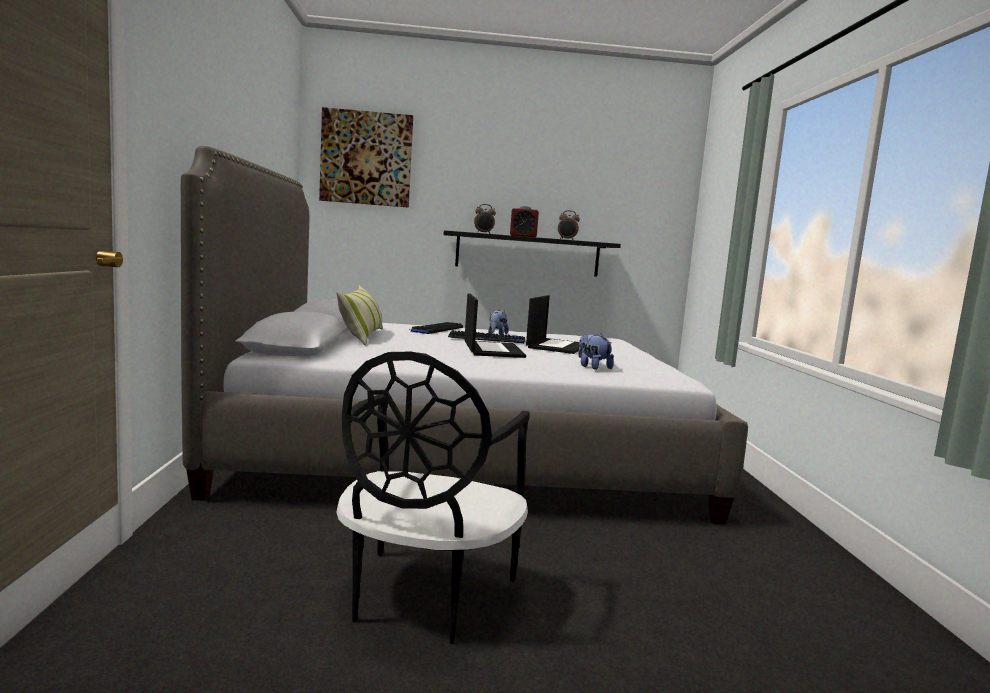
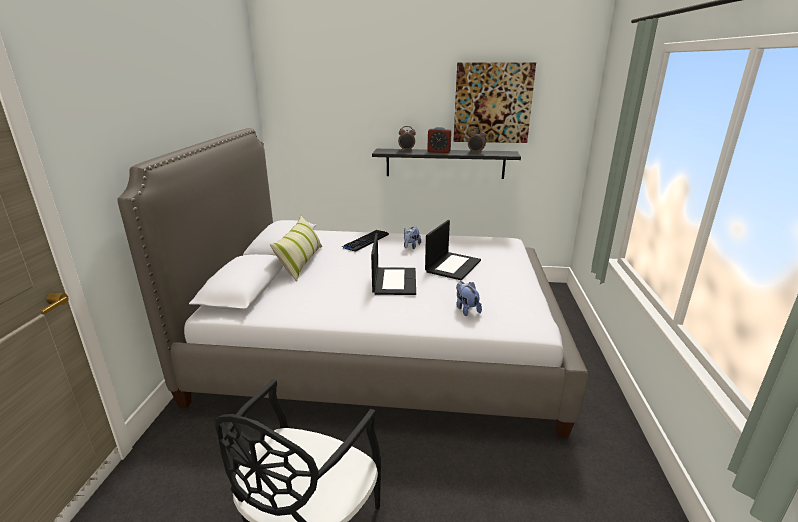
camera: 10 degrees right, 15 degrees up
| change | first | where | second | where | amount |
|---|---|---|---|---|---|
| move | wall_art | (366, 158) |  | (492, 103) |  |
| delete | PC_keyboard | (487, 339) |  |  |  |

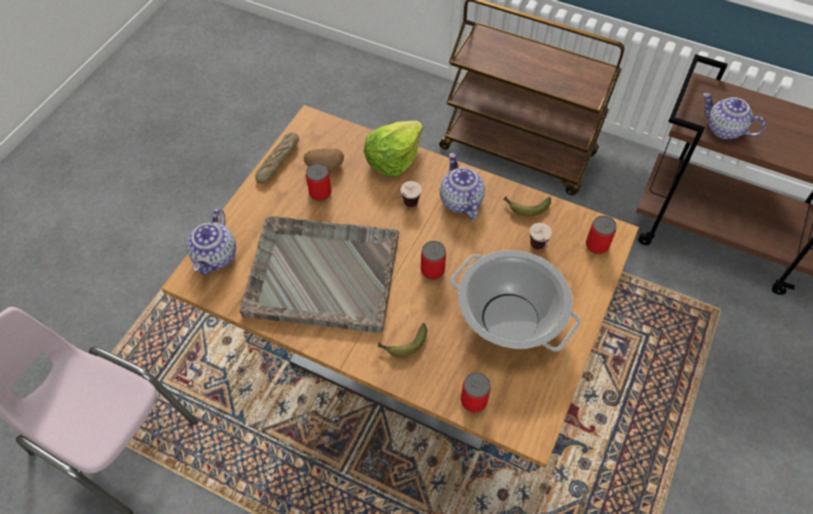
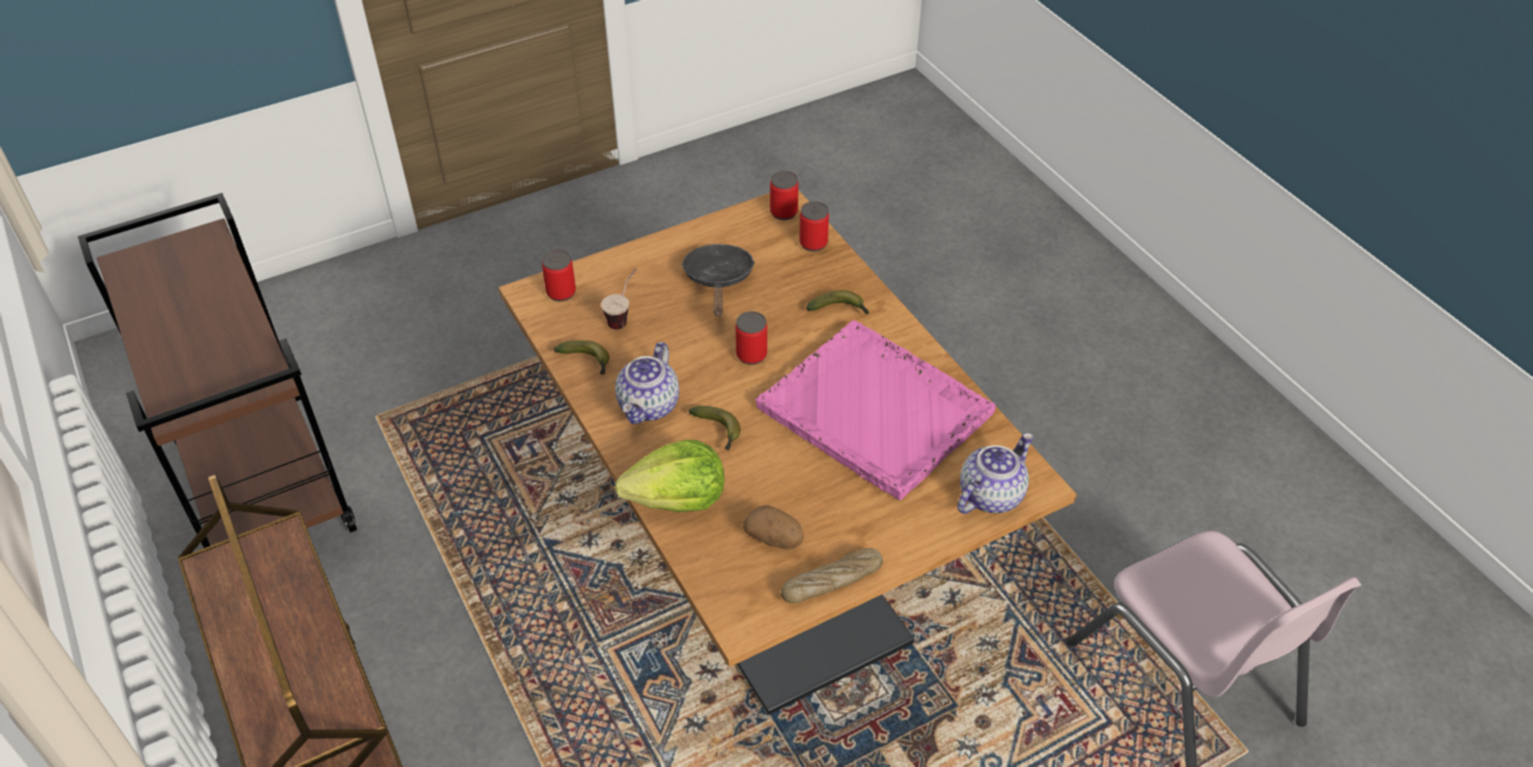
camera: 145 degrees left, 10 degrees down
| change | first | where | second | where | amount |
|---|---|---|---|---|---|
| recolor | grey_tray | (321, 274) | pinkish_tray | (876, 412) |  |
| move | can | (320, 193) |  | (783, 212) |  |
| replace | cup | (406, 207) | banana_fruit | (718, 431) |  |
| replace | stockpot | (509, 319) | black-coloured_pan | (718, 280) |  |
| delete | pot_for_tea | (723, 129) |  |  |  |

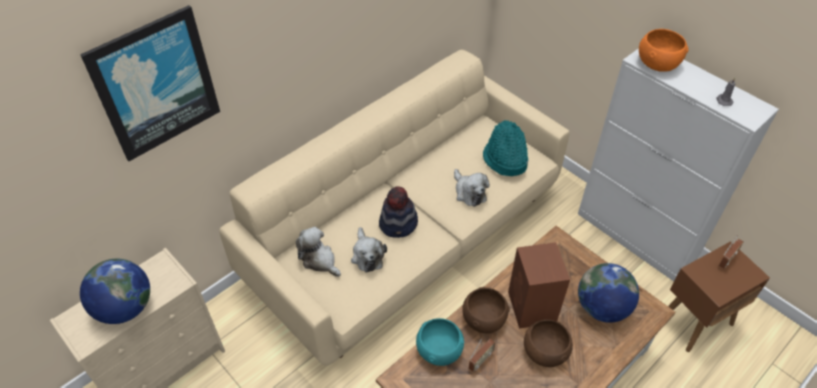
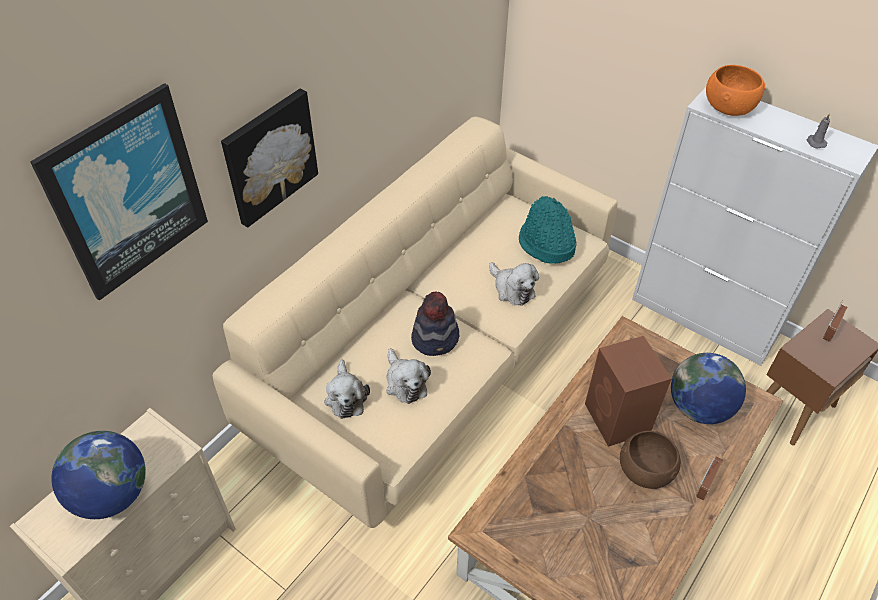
camera: 10 degrees left, 0 degrees up
| change | first | where | second | where | amount |
|---|---|---|---|---|---|
| rotate | cuddly_toy | (319, 260) |  | (346, 396) | 135 degrees counterclockwise |
| delete | blue-green_bowl | (439, 350) |  |  |  |
| delete | brownish_bowl | (483, 319) |  |  |  |
| move | radio_set | (480, 361) |  | (704, 485) |  |
| insert |  |  | wall_art | (269, 156) |  |

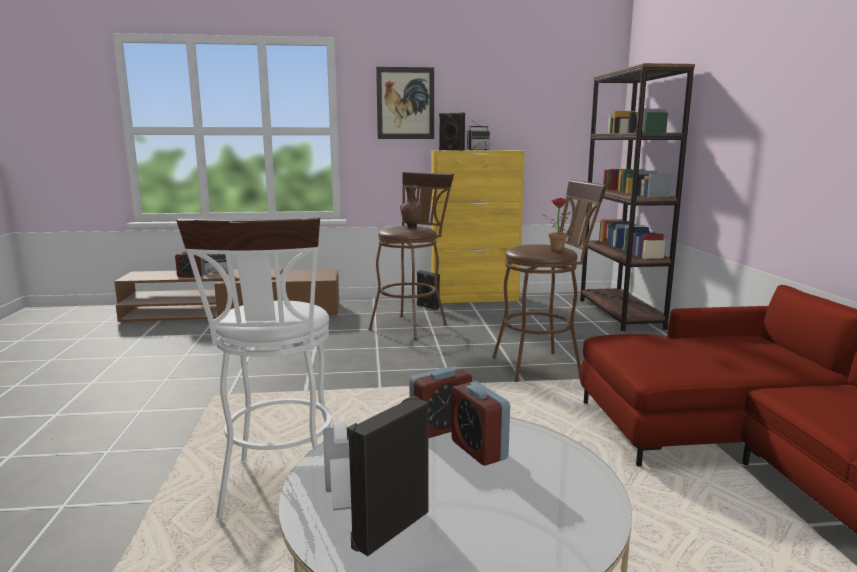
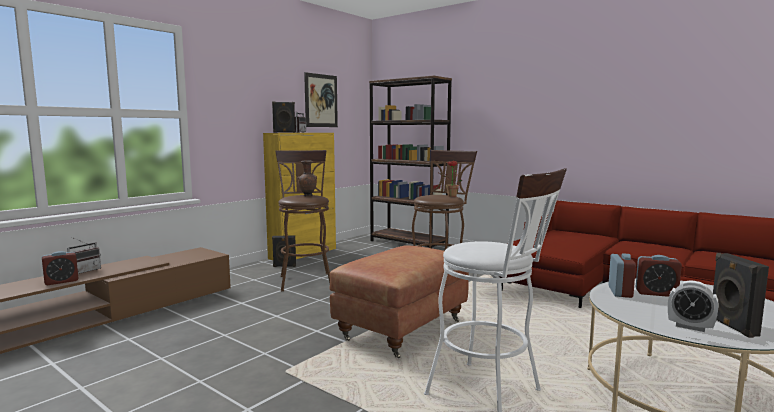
camera: 45 degrees left, 5 degrees down
| change | first | where | second | where | amount |
|---|---|---|---|---|---|
| move | wall_art | (405, 103) |  | (321, 100) |  |
| insert |  |  | brownish_footrest | (402, 329) |  |

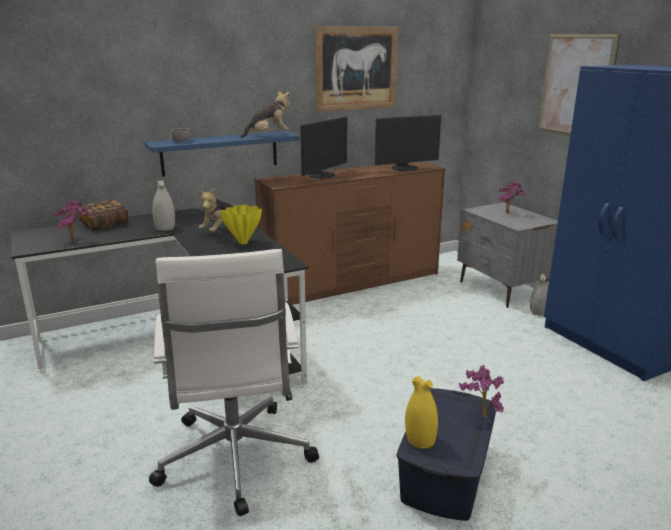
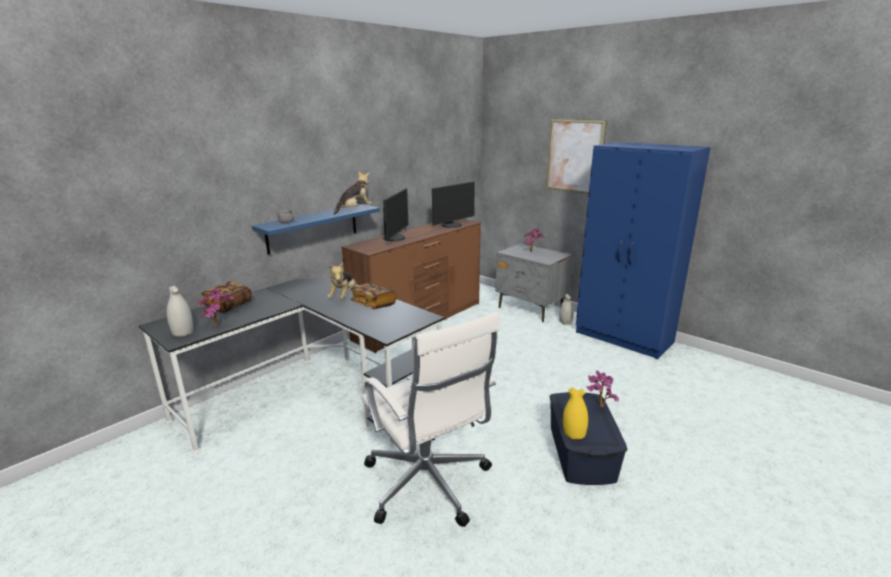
camera: 20 degrees left, 0 degrees up
| change | first | where | second | where | amount |
|---|---|---|---|---|---|
| move | white_vase | (165, 228) |  | (183, 332) |  |
| replace | yellowish_vase | (244, 242) | bound_book | (373, 304) |  |
| delete | wall_art | (356, 68) |  |  |  |

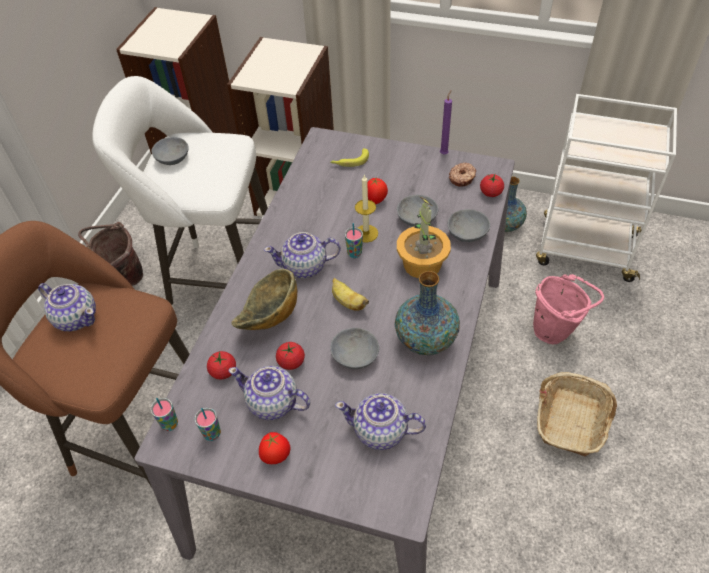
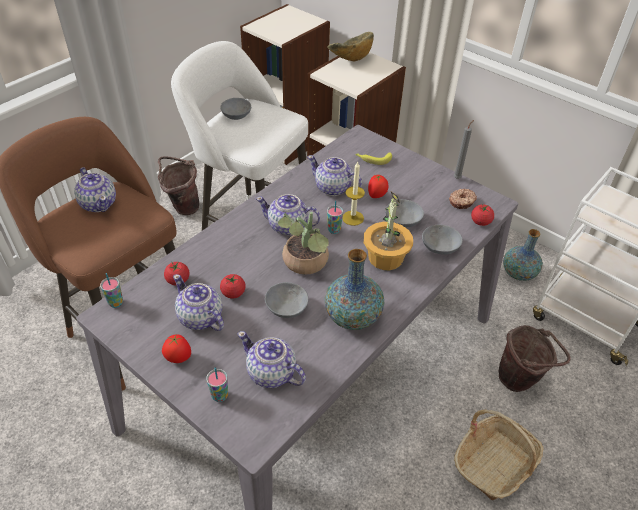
camera: 20 degrees right, 5 degrees down
| change | first | where | second | where | amount |
|---|---|---|---|---|---|
| move | cup | (212, 434) |  | (220, 396) |  |
| move | bowl | (269, 318) |  | (350, 60) |  |
| replace | banana_fruit | (348, 302) | houseplant | (305, 265) |  |
| recolor | purple-coloured_candle | (444, 153) | grey_candle | (458, 178) |  |
| recolor | pinkish_water_bucket | (555, 331) | brownish_water_bucket | (520, 381) |  |
| insert |  |  | pot_for_tea | (333, 188) |  |

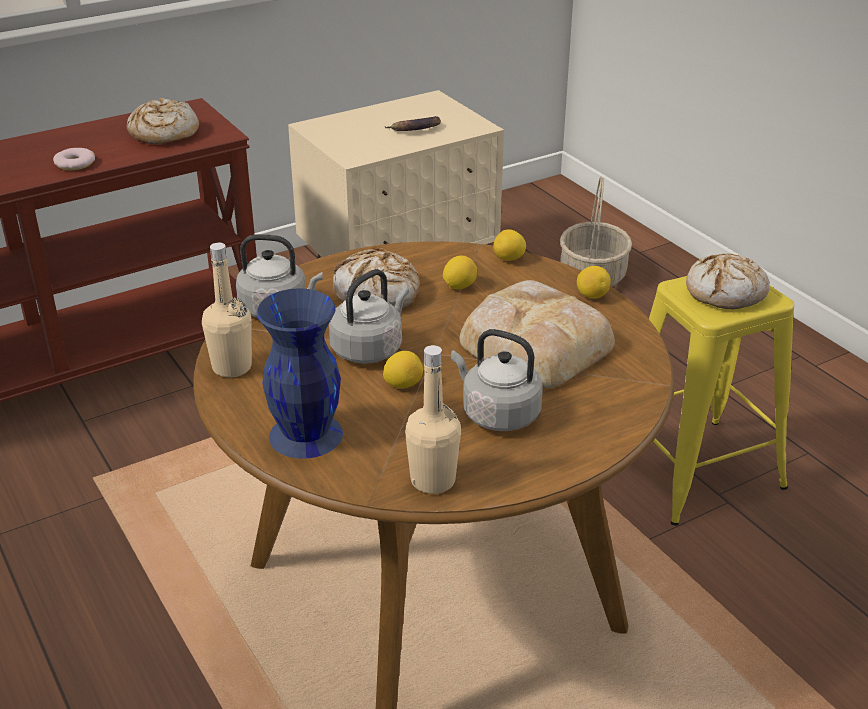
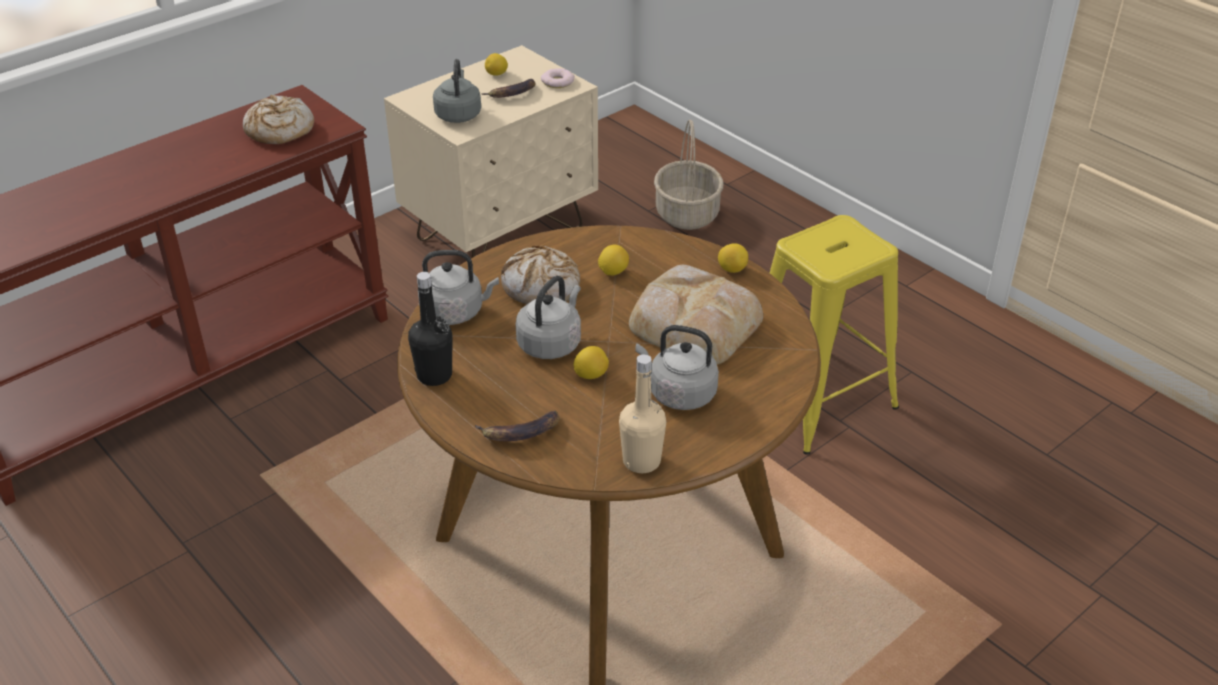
camera: 10 degrees left, 5 degrees up
| change | first | where | second | where | amount |
|---|---|---|---|---|---|
| move | doughnut | (74, 163) |  | (557, 82) |  |
| recolor | sand-coloured_drink_bottle | (232, 367) | black-coloured_drink_bottle | (434, 375) |  |
| replace | blue-coloured_vase | (304, 435) | banana_fruit | (520, 433) |  |
| move | lemon | (509, 259) |  | (496, 74) |  |
| delete | baked_bread | (726, 292) |  |  |  |
| insert |  |  | grey_kettle | (458, 114) |  |

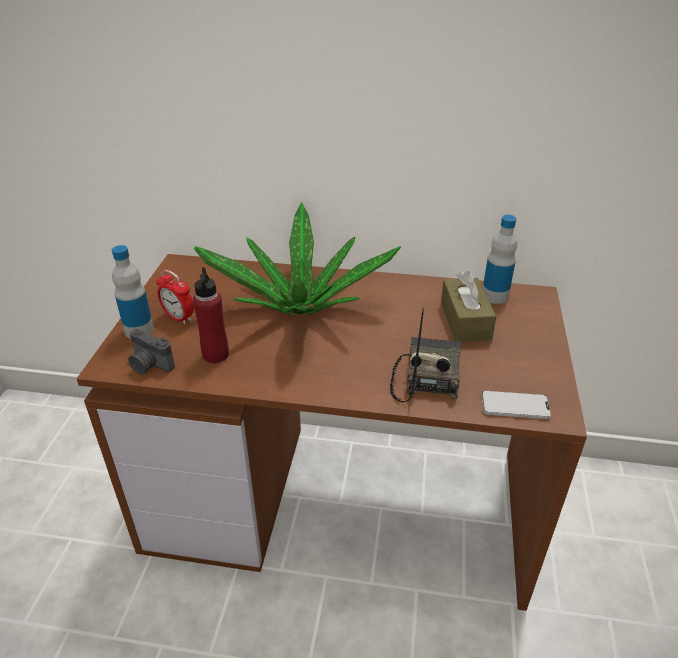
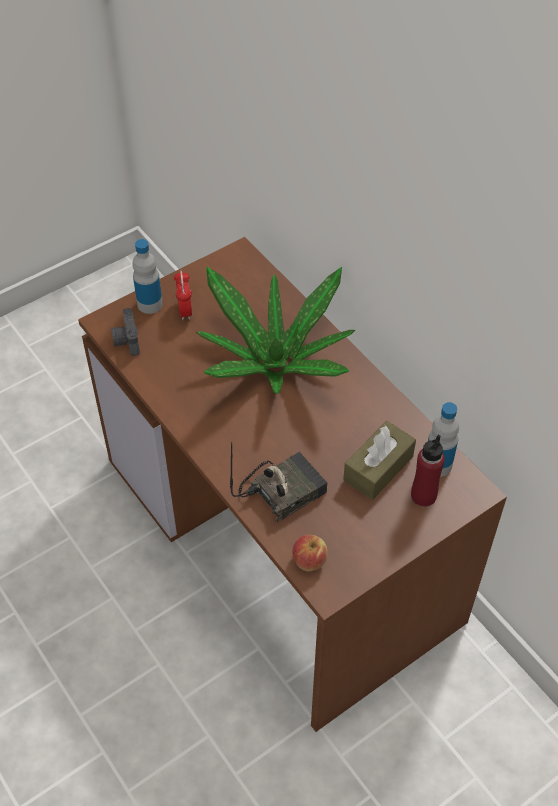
camera: 45 degrees right, 15 degrees up
| change | first | where | second | where | amount |
|---|---|---|---|---|---|
| move | red-coloured_drink_bottle | (215, 354) |  | (423, 495) |  |
| replace | phone | (515, 406) | apple_fruit | (309, 560) |  |

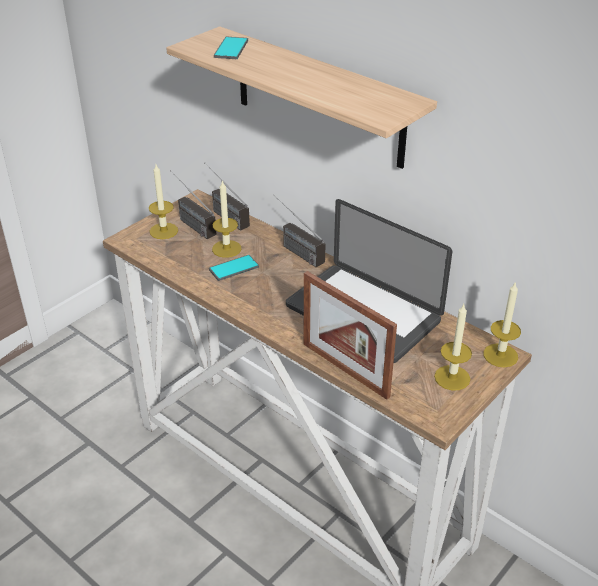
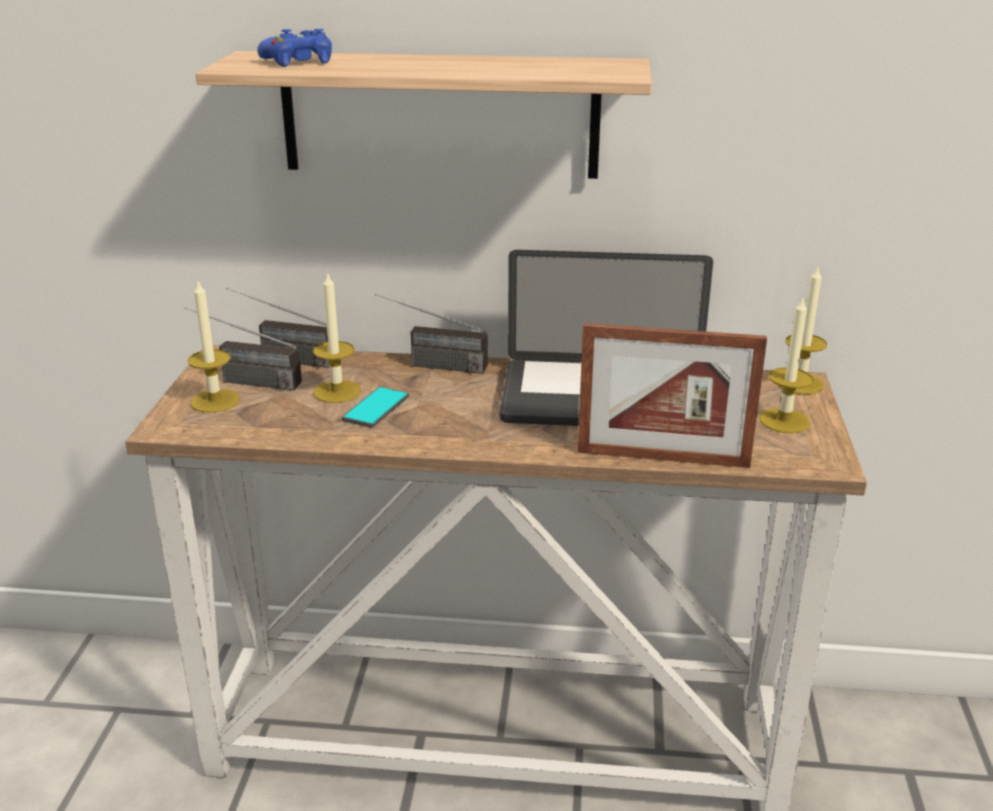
camera: 35 degrees left, 10 degrees down
| change | first | where | second | where | amount |
|---|---|---|---|---|---|
| replace | phone | (231, 49) | blue-coloured_joypad | (299, 61) |  |

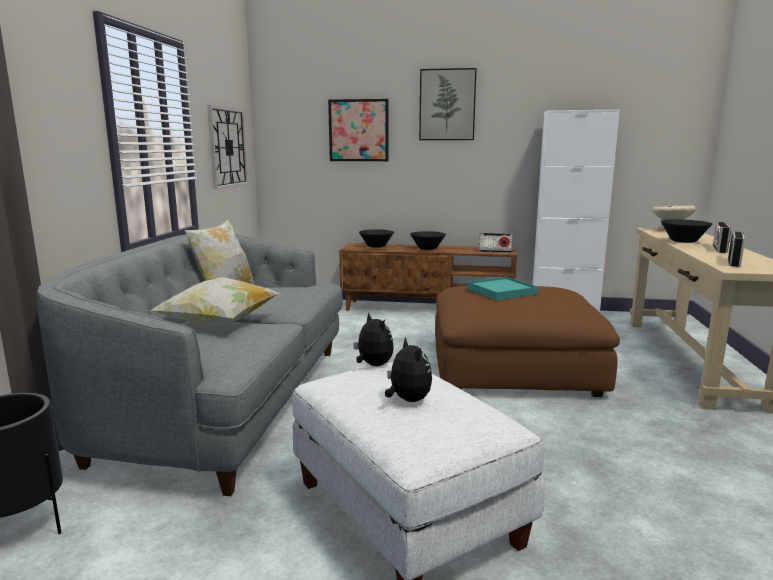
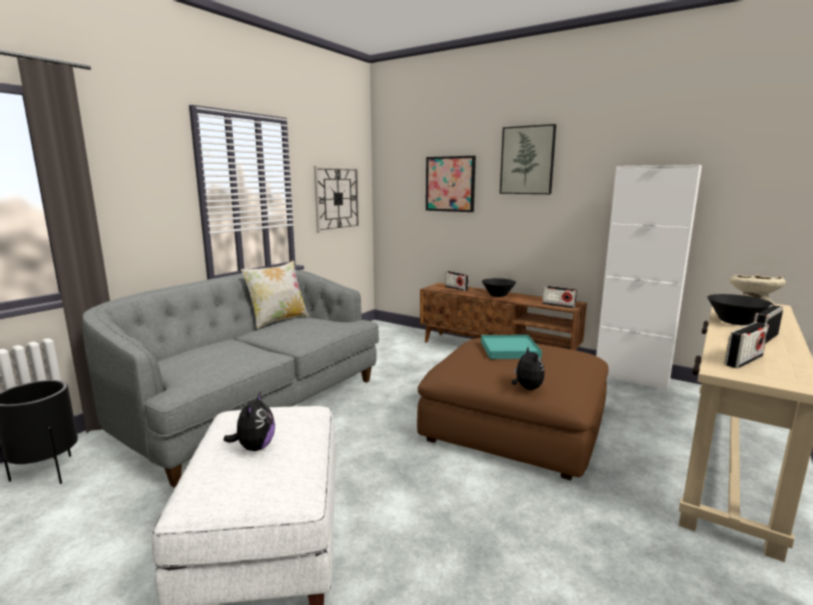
camera: 25 degrees right, 0 degrees up
| change | first | where | second | where | amount |
|---|---|---|---|---|---|
| delete | throw_pillow | (219, 324) |  |  |  |
| move | cuddly_toy | (373, 365) |  | (527, 388) |  |
| replace | black-coloured_bowl | (376, 246) | radio_set | (456, 288) |  |

